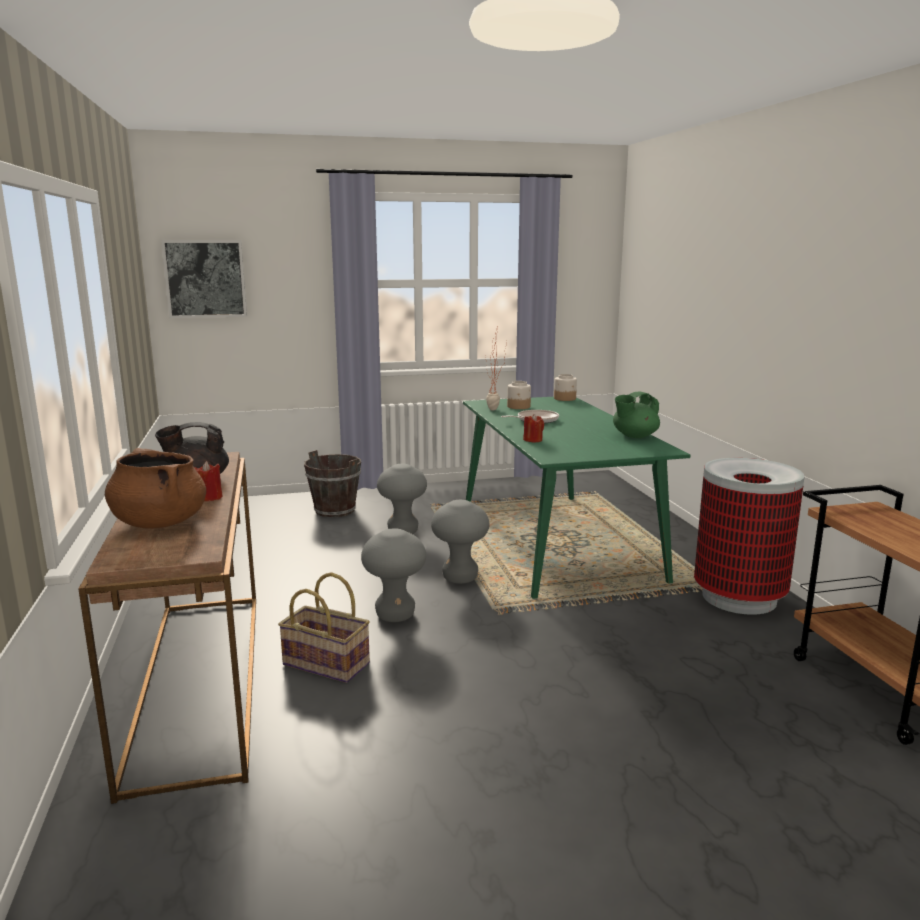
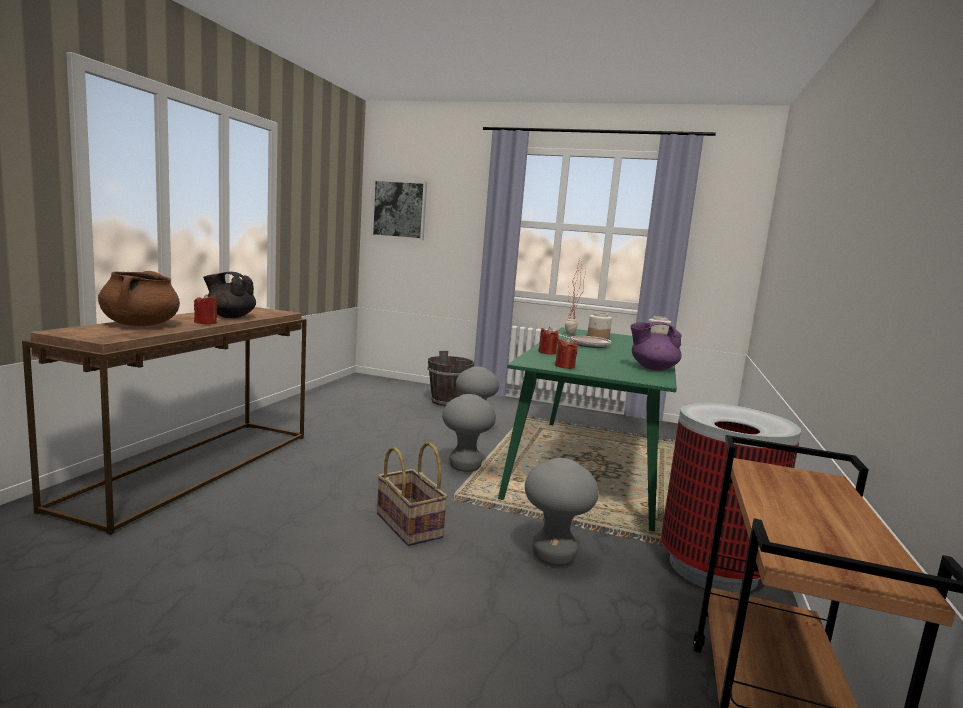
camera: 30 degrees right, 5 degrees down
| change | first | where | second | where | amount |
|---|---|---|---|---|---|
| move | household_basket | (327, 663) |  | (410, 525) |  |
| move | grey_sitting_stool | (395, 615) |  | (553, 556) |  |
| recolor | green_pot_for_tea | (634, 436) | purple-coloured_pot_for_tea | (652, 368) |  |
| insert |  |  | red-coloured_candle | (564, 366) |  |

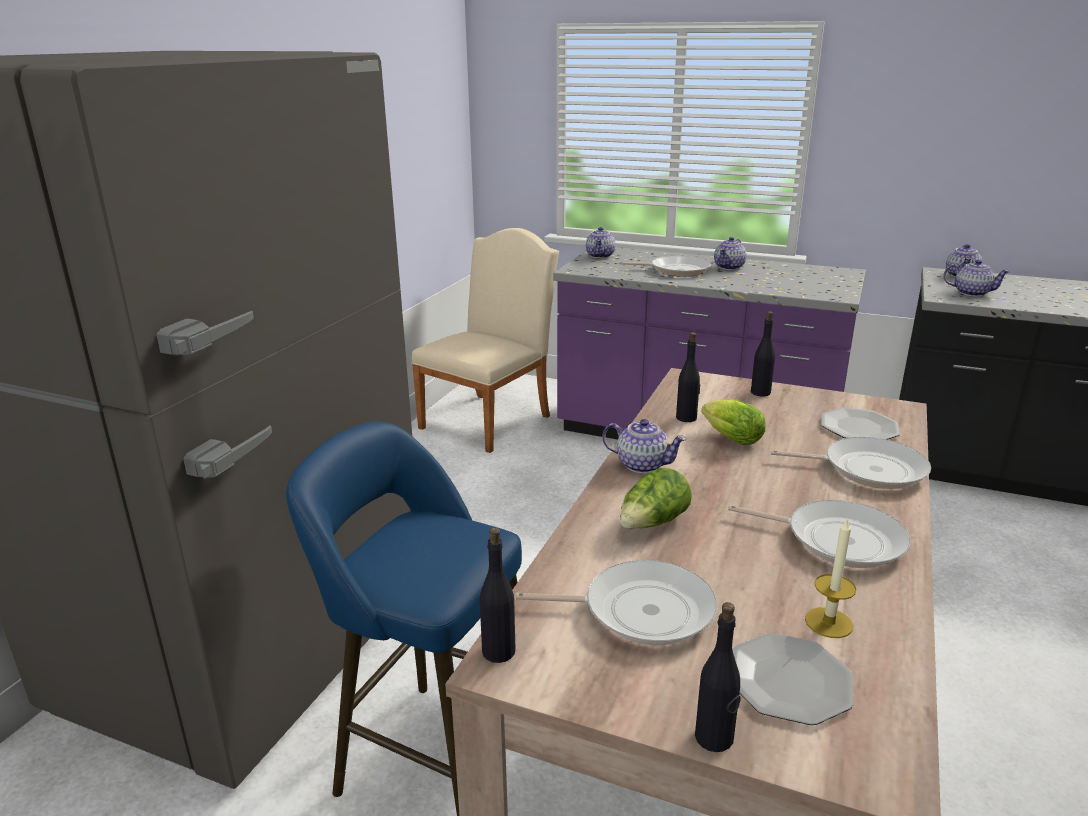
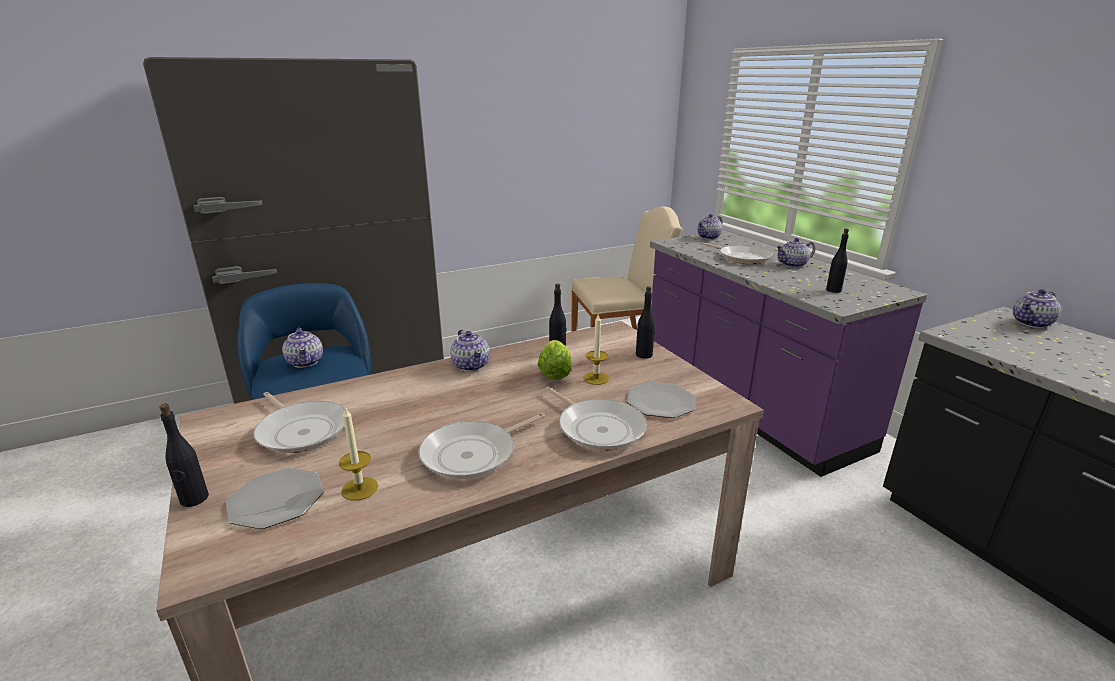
camera: 40 degrees right, 0 degrees up
| change | first | where | second | where | amount |
|---|---|---|---|---|---|
| move | black-coloured_drink_bottle | (498, 651) |  | (833, 290) |  |
| delete | lettuce_head | (653, 523) |  |  |  |
| rotate | pan | (837, 540) |  | (473, 454) | 75 degrees clockwise |
| move | pot_for_tea | (971, 293) |  | (306, 362) |  |
| insert |  |  | candle | (596, 378) |  |

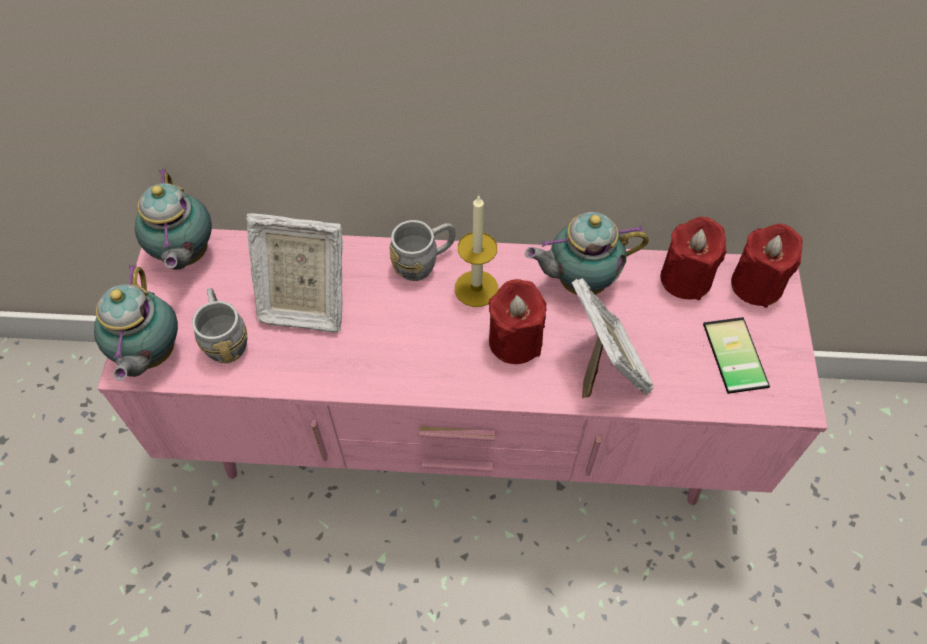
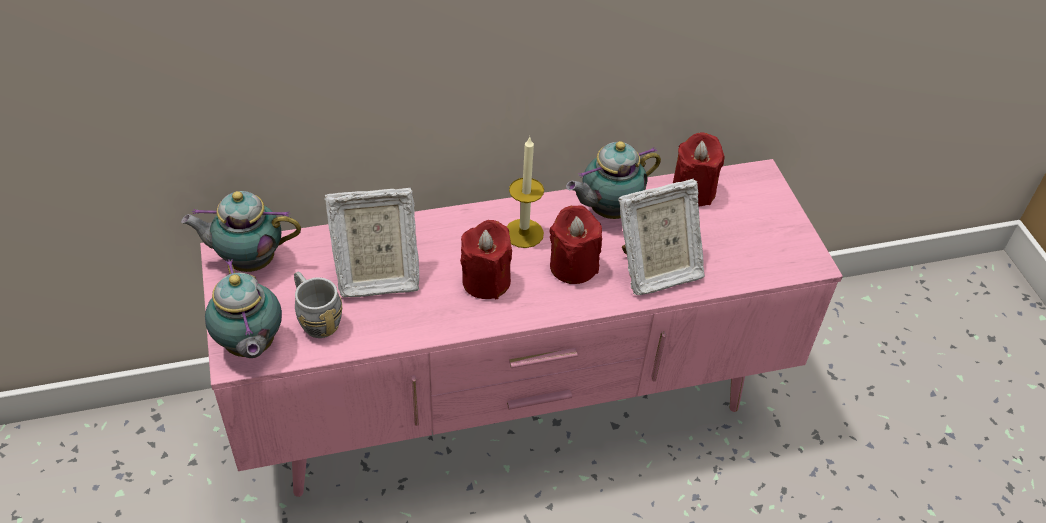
camera: 20 degrees left, 10 degrees down
| change | first | where | second | where | amount |
|---|---|---|---|---|---|
| rotate | pot_for_tea | (185, 257) |  | (248, 261) | 120 degrees clockwise |
| delete | grey_mug | (424, 262) |  |  |  |
| rotate | standing_frame | (606, 368) |  | (656, 270) | 105 degrees clockwise |
| delete | phone | (730, 355) |  |  |  |
| move | red-coloured_candle | (756, 284) |  | (486, 281) |  |

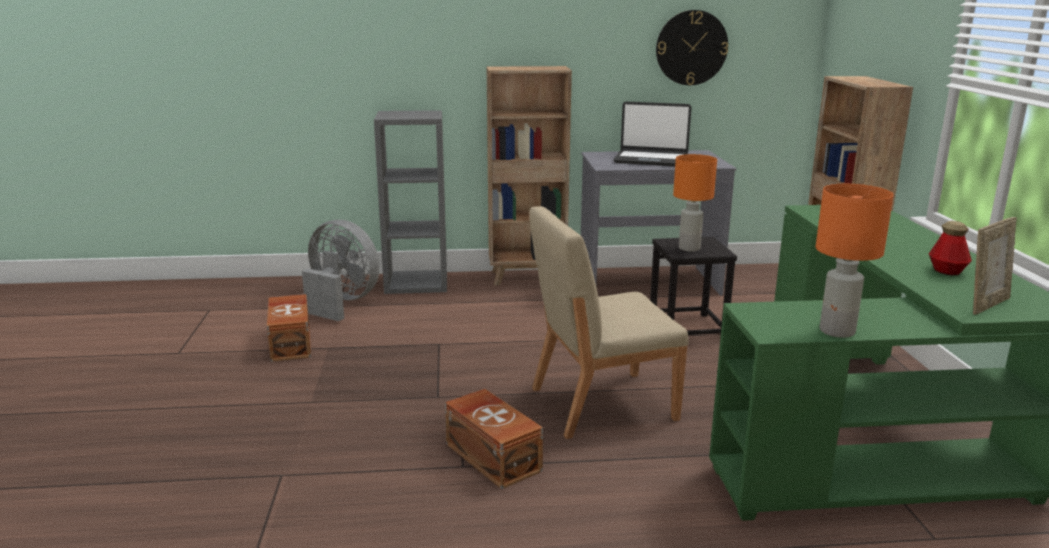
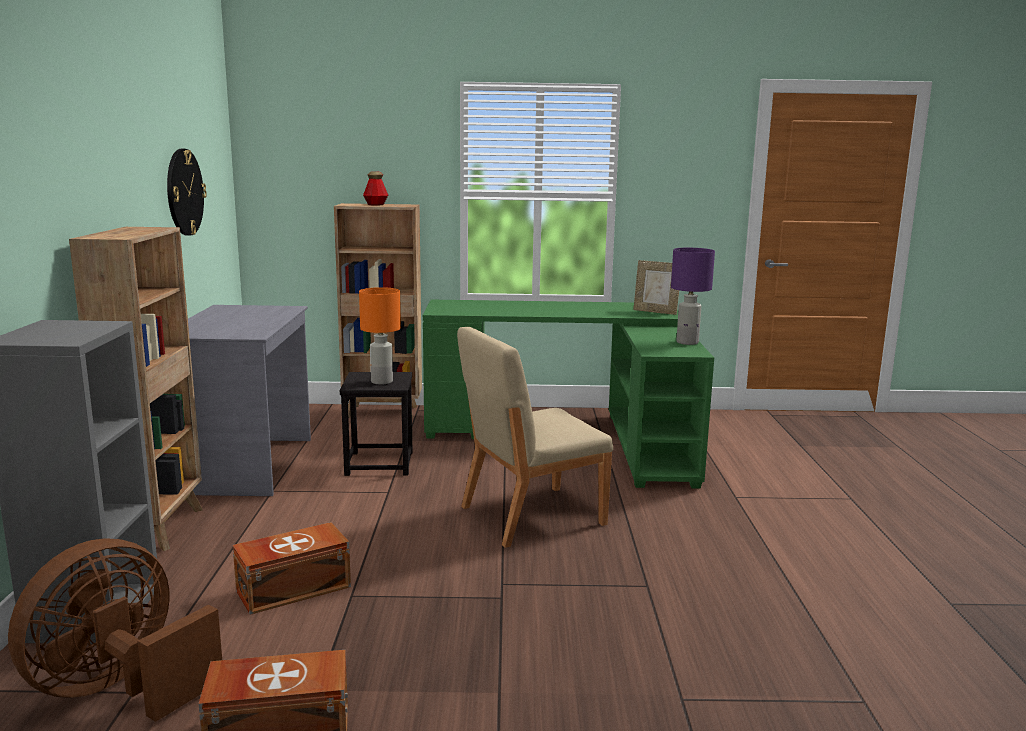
camera: 85 degrees left, 5 degrees down
| change | first | where | second | where | amount |
|---|---|---|---|---|---|
| recolor | grey_cooling_fan | (341, 303) | brownish_cooling_fan | (120, 689) |  |
| move | brownish_storage_container | (493, 456) |  | (291, 588) |  |
| rotate | sand-coloured_chair | (600, 403) |  | (530, 515) | 75 degrees clockwise |
| delete | notebook_computer | (651, 159) |  |  |  |
| recolor | orange-coloured_tabletop_lamp | (837, 331) | purple-coloured_tabletop_lamp | (688, 342) |  |
| move | drink_bottle | (947, 271) |  | (376, 204) |  |
| rotate | standing_frame | (986, 304) |  | (655, 312) | 150 degrees clockwise |

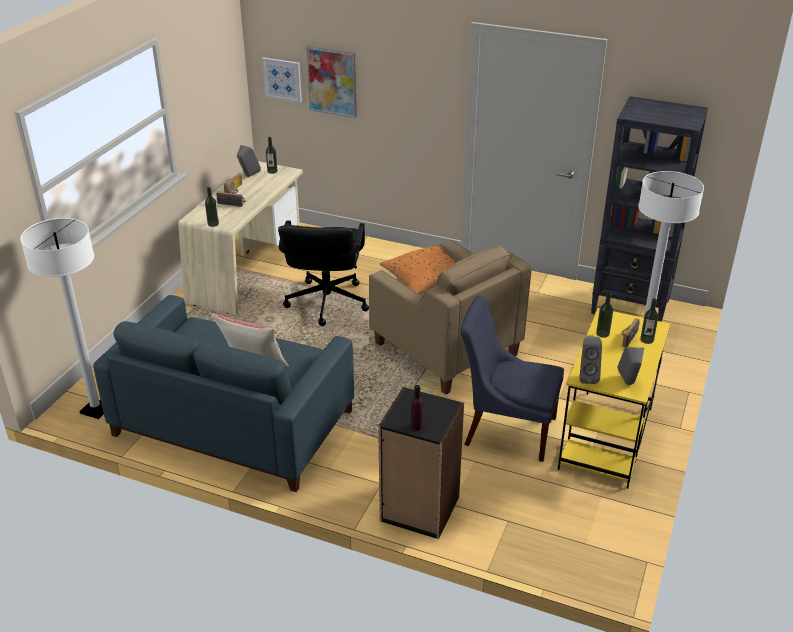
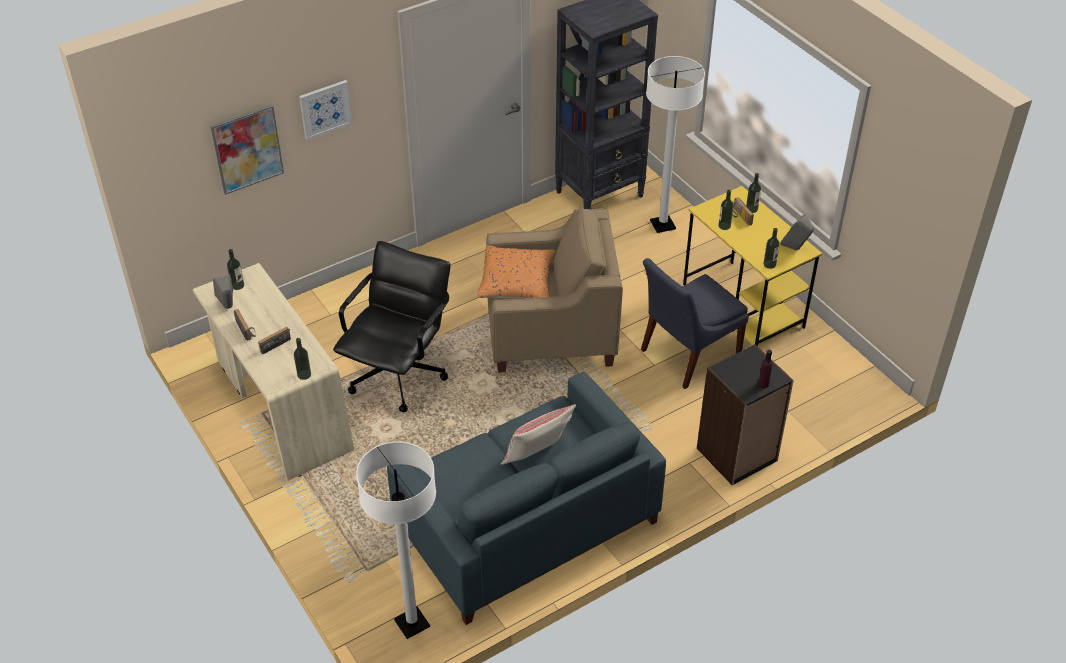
camera: 55 degrees left, 10 degrees up
| change | first | where | second | where | amount |
|---|---|---|---|---|---|
| move | wall_art | (282, 79) |  | (325, 109) |  |
| rotate | black-coloured_desk_chair | (326, 302) |  | (399, 375) | 105 degrees counterclockwise |
| replace | grey_loudspeaker | (587, 376) | drink_bottle | (769, 264) |  |

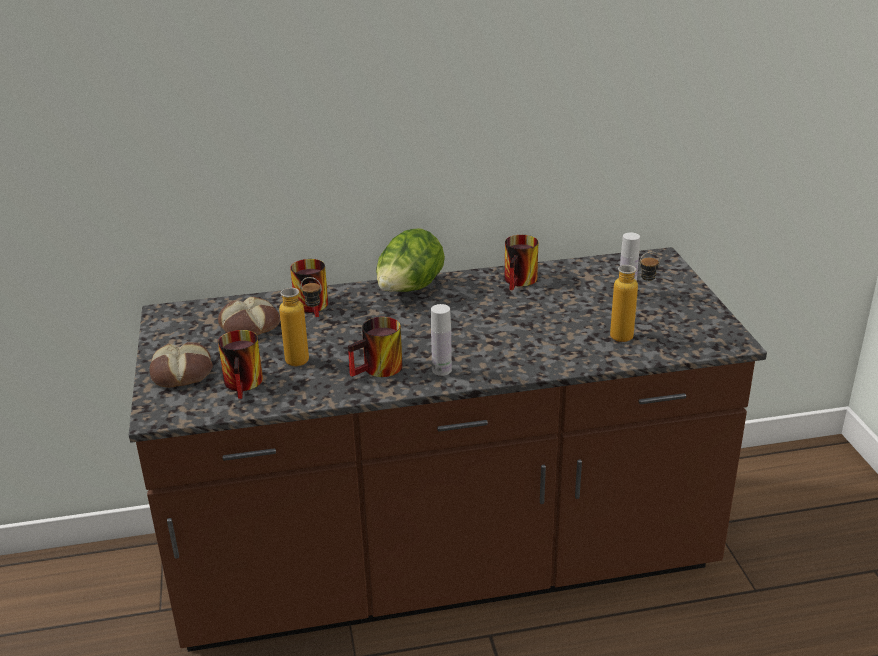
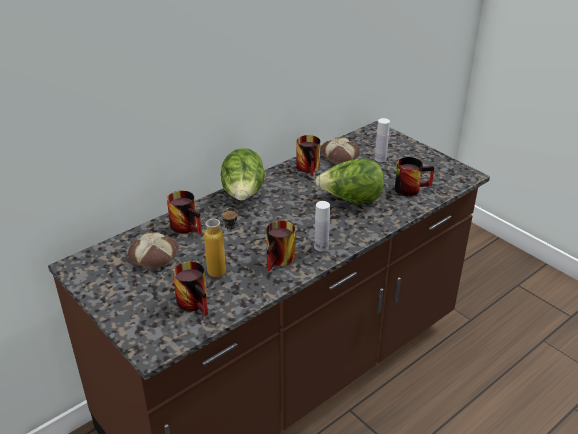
camera: 30 degrees left, 5 degrees up
| change | first | where | second | where | amount |
|---|---|---|---|---|---|
| move | baked_bread | (183, 372) |  | (340, 155) |  |
| replace | drink_bottle | (631, 336) | mug | (410, 188) |  |
| insert |  |  | lettuce_head | (351, 200) |  |

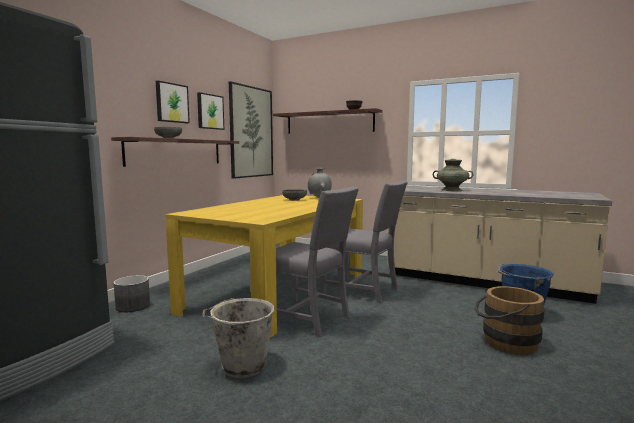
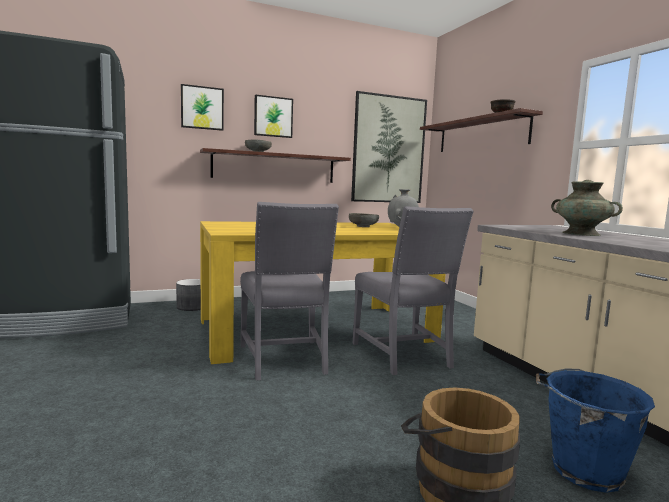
camera: 40 degrees right, 0 degrees up
| change | first | where | second | where | amount |
|---|---|---|---|---|---|
| move | wall_art | (209, 111) |  | (202, 108) |  |
| delete | grey_water_bucket | (242, 366) |  |  |  |

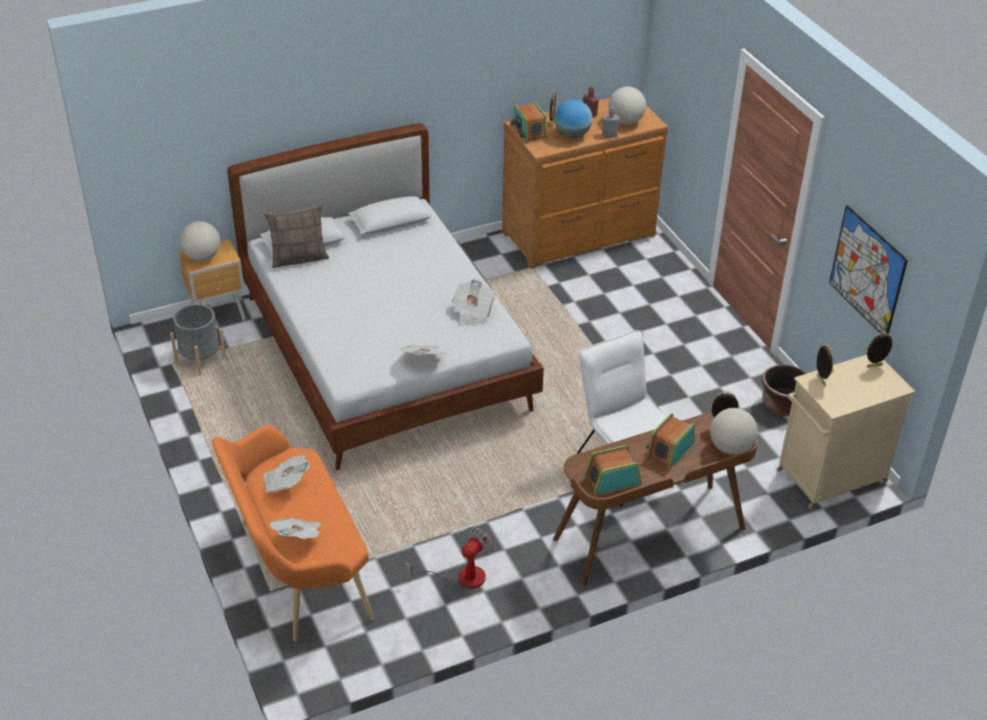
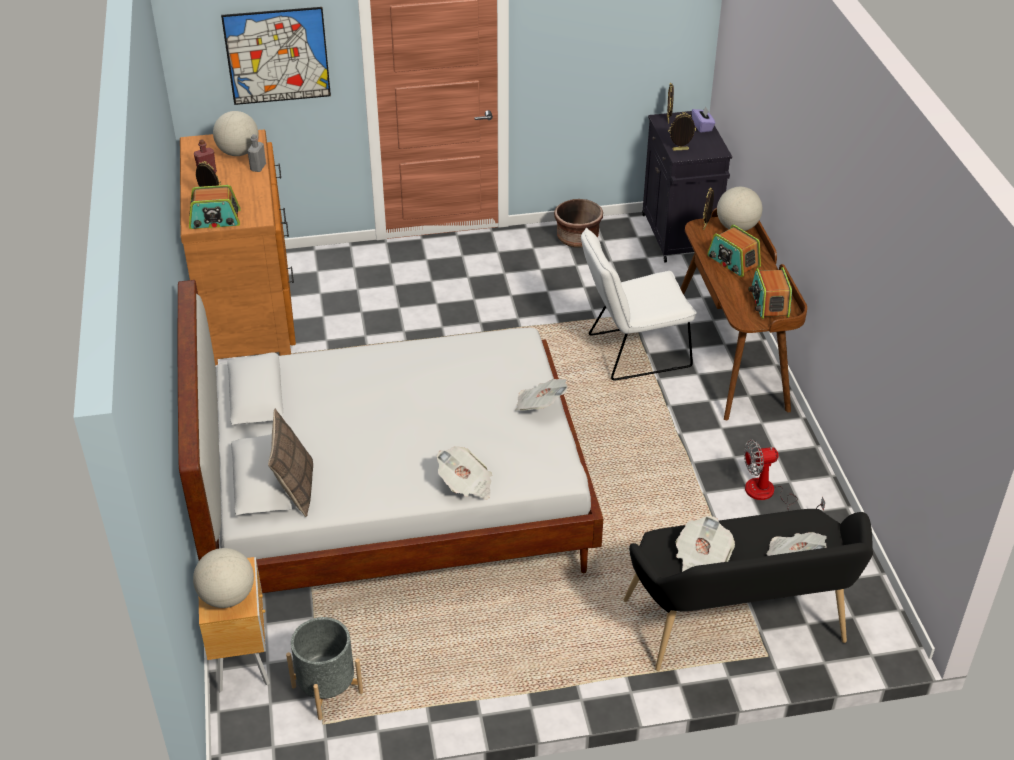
camera: 75 degrees left, 0 degrees up
| change | first | where | second | where | amount |
|---|---|---|---|---|---|
| recolor | orange-coloured_bench | (297, 570) | black-coloured_bench | (739, 628) |  |
| rotate | cooling_fan | (461, 578) |  | (769, 495) | 60 degrees counterclockwise |
| move | printed_paper | (472, 313) |  | (466, 485) |  |
| delete | globe | (572, 135) |  |  |  |
| recolor | sand-coloured_cupboard | (829, 477) | black-coloured_cupboard | (679, 236) |  |
| move | wall_art | (867, 271) |  | (277, 56) |  |
| insert |  |  | purple-coloured_tissue_box | (702, 127) |  |

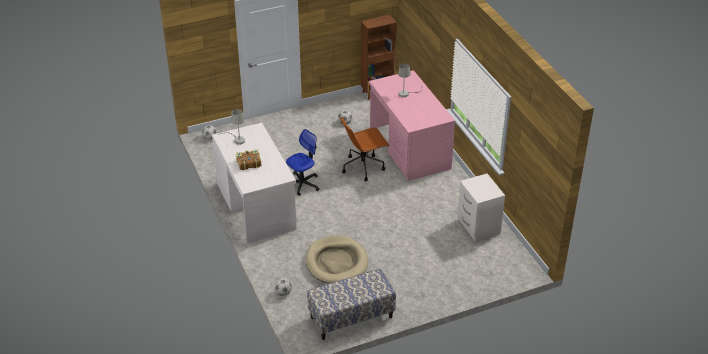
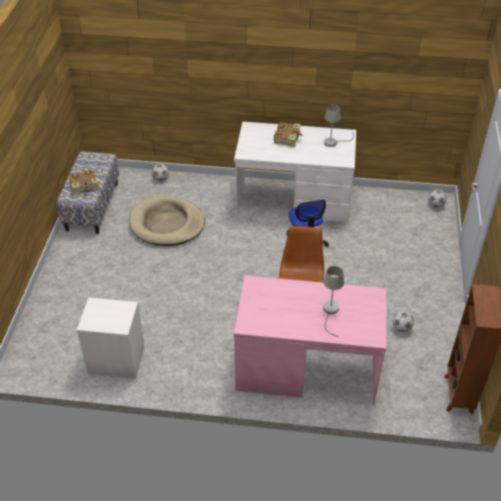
camera: 120 degrees right, 5 degrees up
| change | first | where | second | where | amount |
|---|---|---|---|---|---|
| insert |  |  | bound_book | (85, 186) |  |

